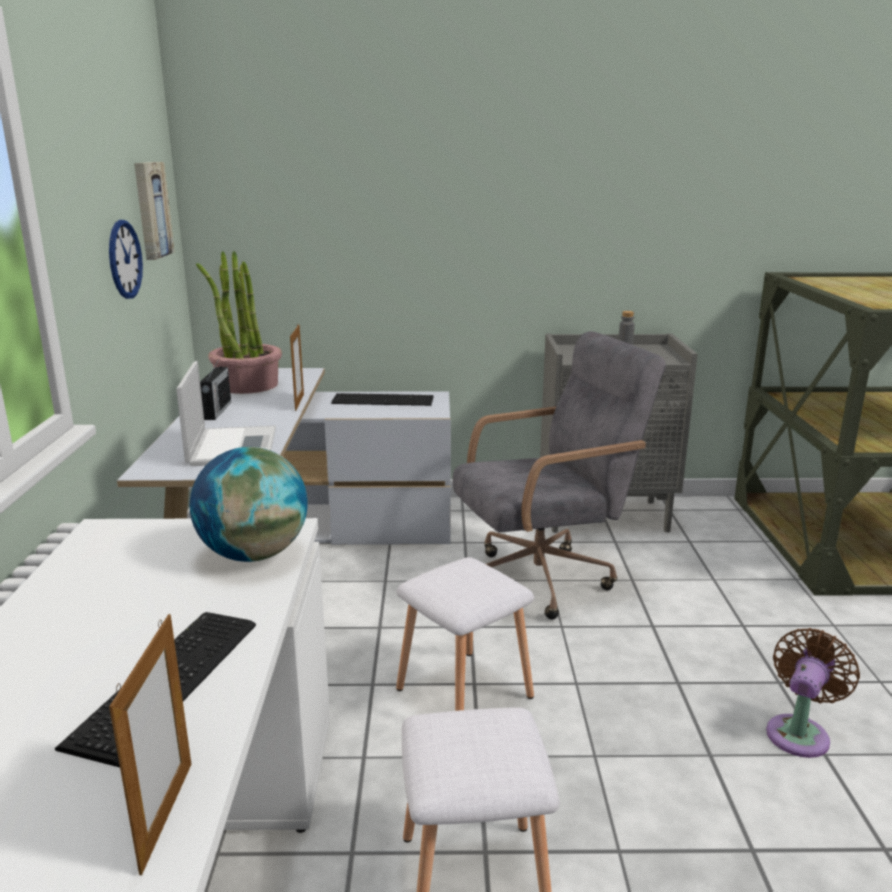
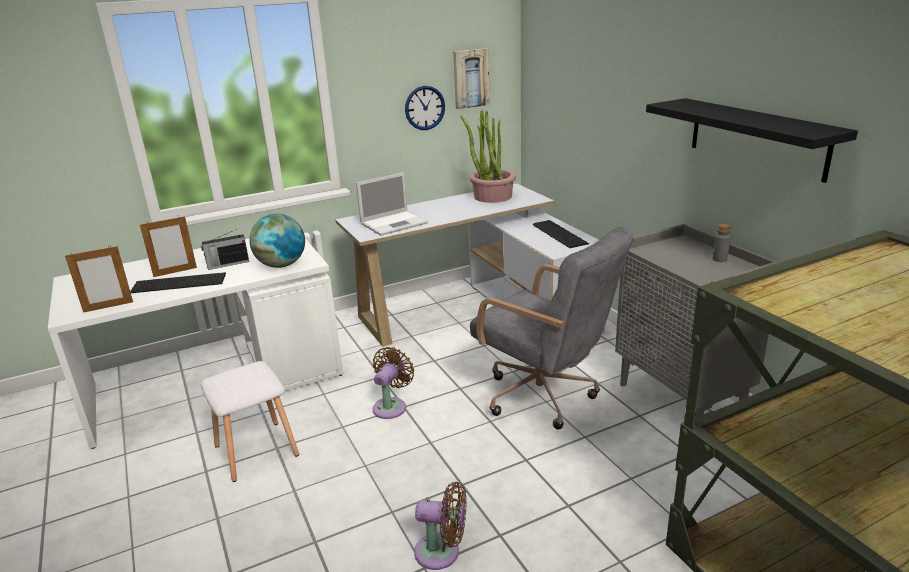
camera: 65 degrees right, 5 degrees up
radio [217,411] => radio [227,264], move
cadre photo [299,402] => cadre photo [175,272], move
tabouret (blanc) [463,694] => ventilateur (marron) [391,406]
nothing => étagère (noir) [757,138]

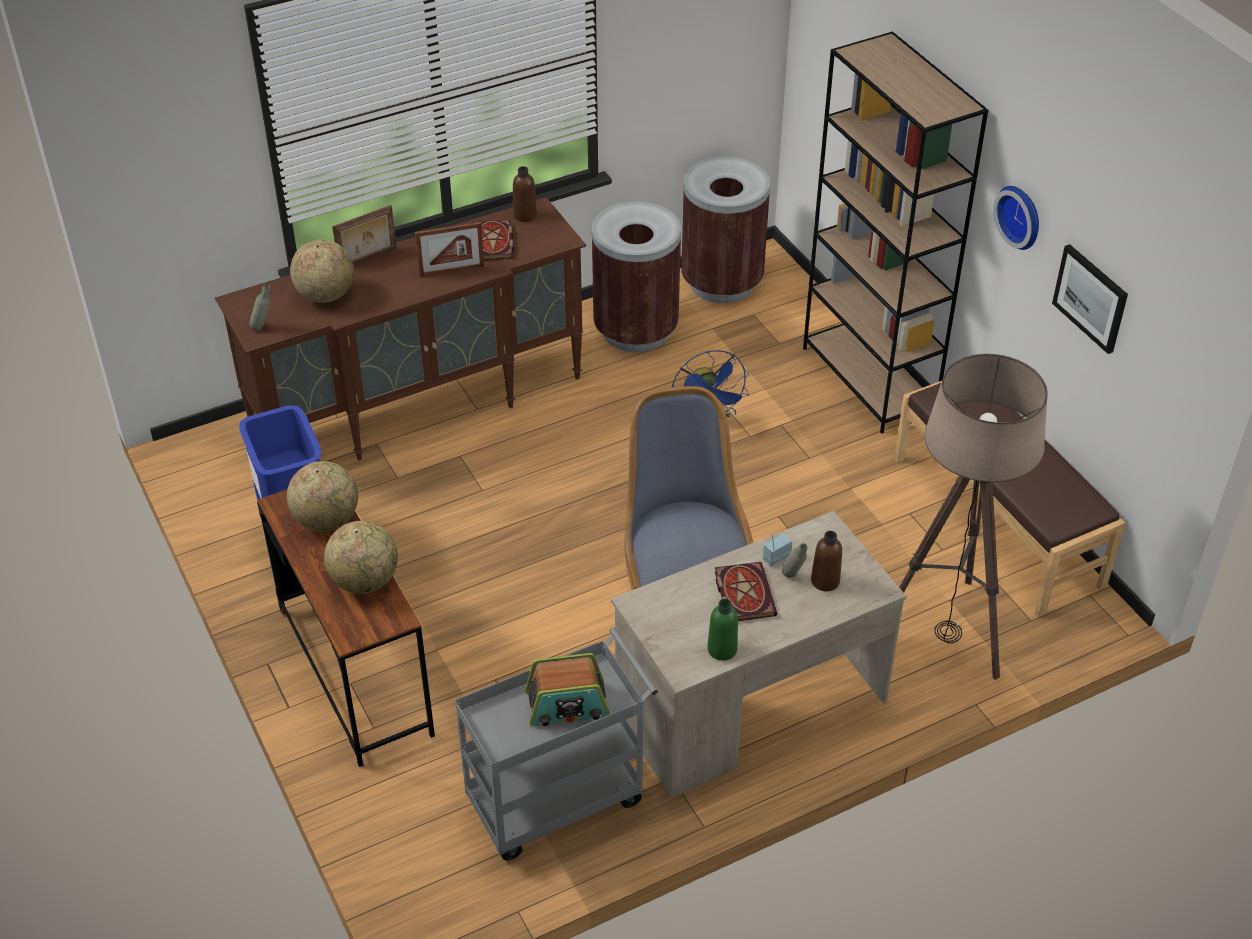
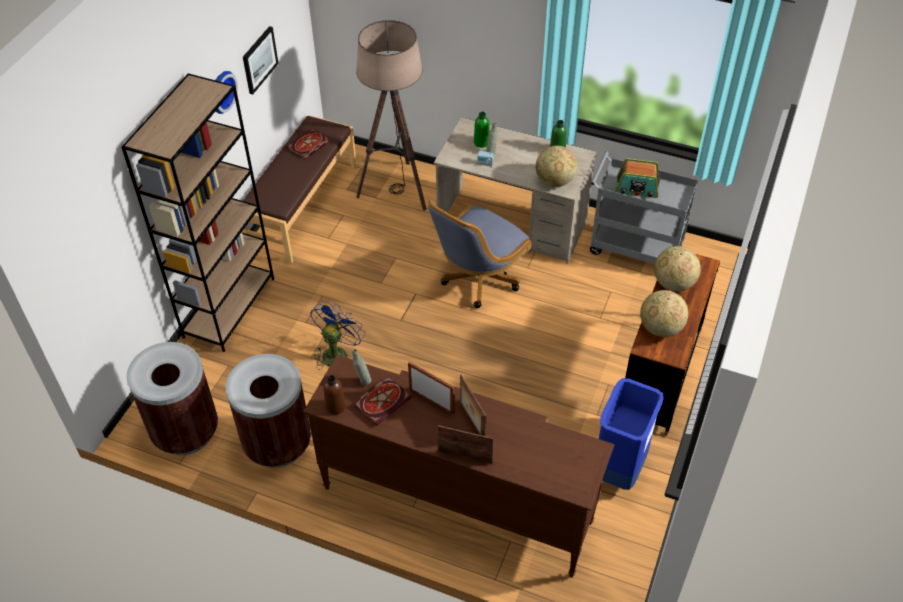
camera: 130 degrees left, 5 degrees up
bouteille (gris) [263,327] => bouteille (gris) [362,380], move
globe [325,295] => globe [554,181], move
radio [567,705] => radio [637,188], 150 degrees clockwise
livre [743,593] => livre [308,146], move
bouteille (marron) [825,581] => bouteille (vert) [481,142]
nothing => cadre photo [471,420]

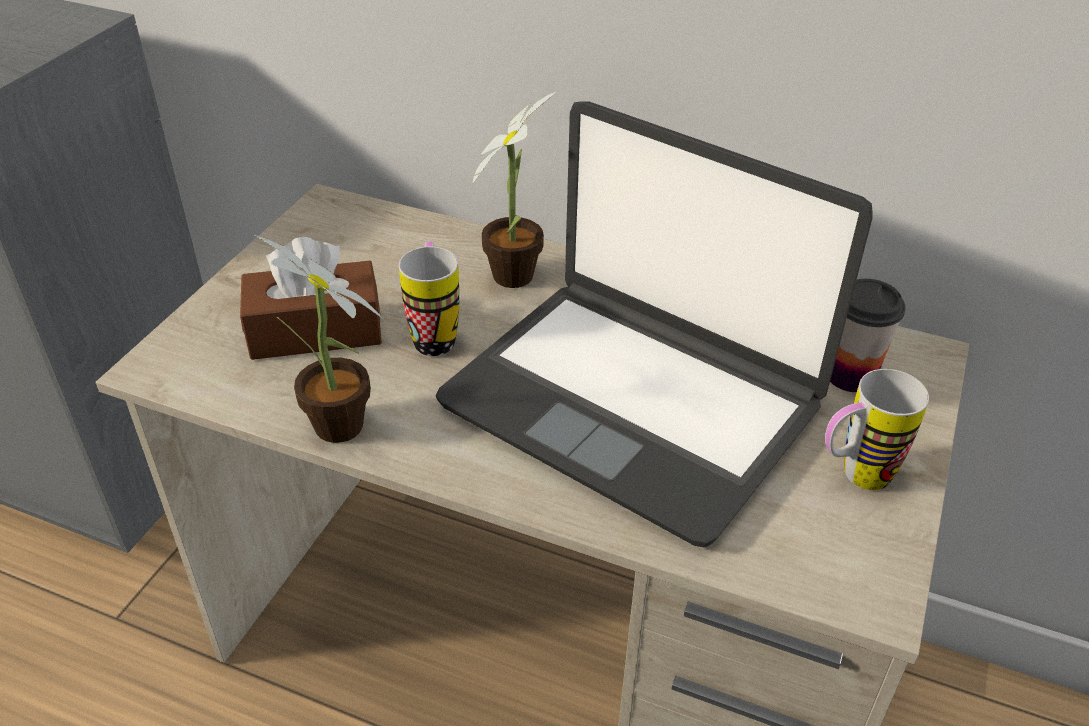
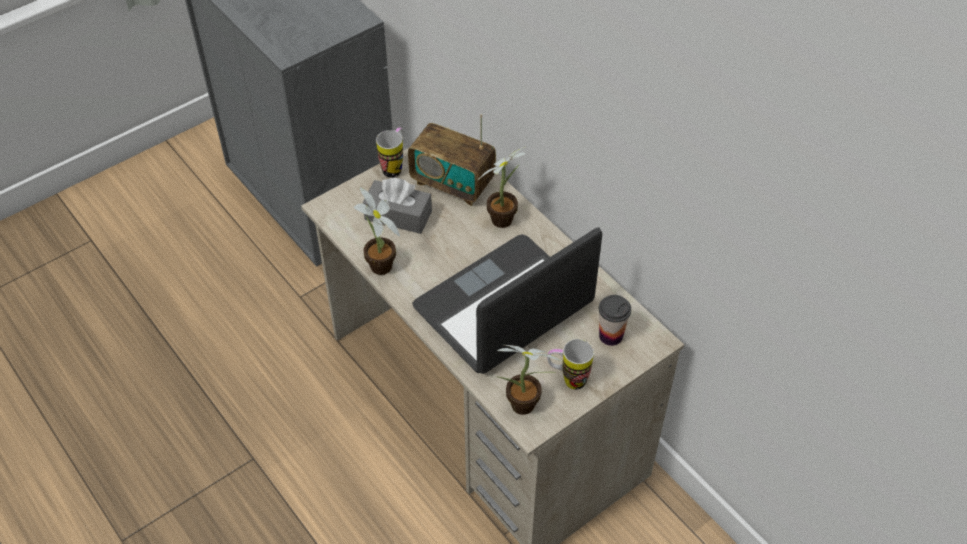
camera: 30 degrees right, 10 degrees up
boîte à mouchoirs (marron) [315,331] => boîte à mouchoirs (gris) [398,215]
mug [434,334] => mug [395,167], move
ordinateur portable [632,403] => ordinateur portable [504,307], 75 degrees clockwise
nothing => radio [452,183]
nothing => plante en pot [527,406]

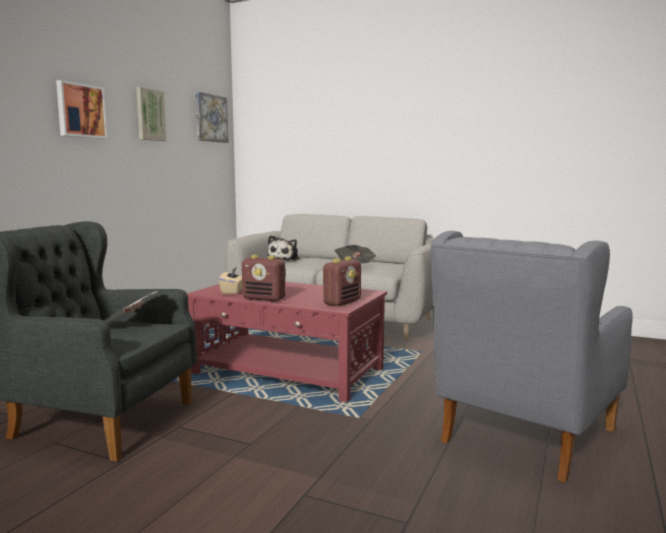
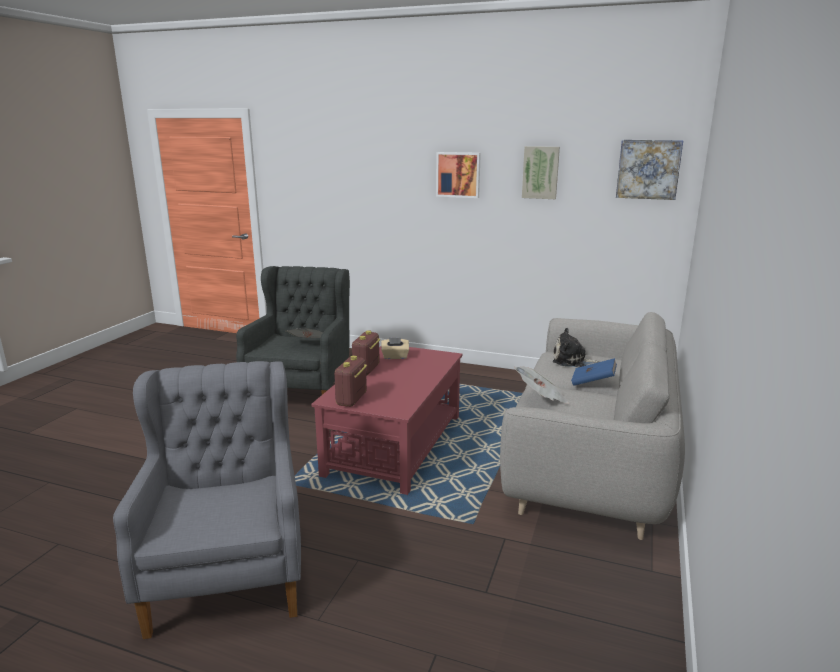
camera: 85 degrees right, 10 degrees up
radio [342,302] => radio [351,399], 75 degrees clockwise
fauteuil (gris) [523,435] => fauteuil (gris) [229,574], 45 degrees clockwise
nothing => livre (bleu) [593,382]

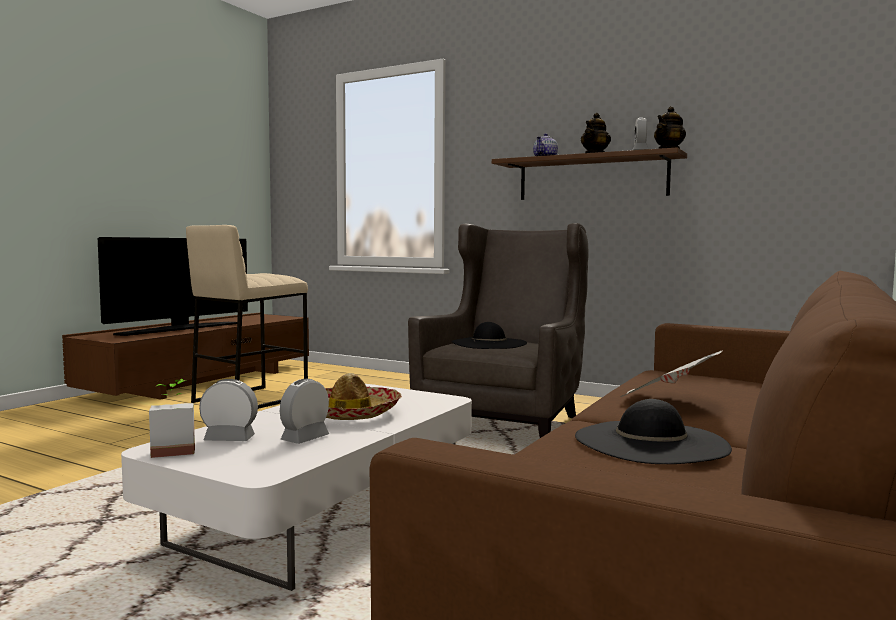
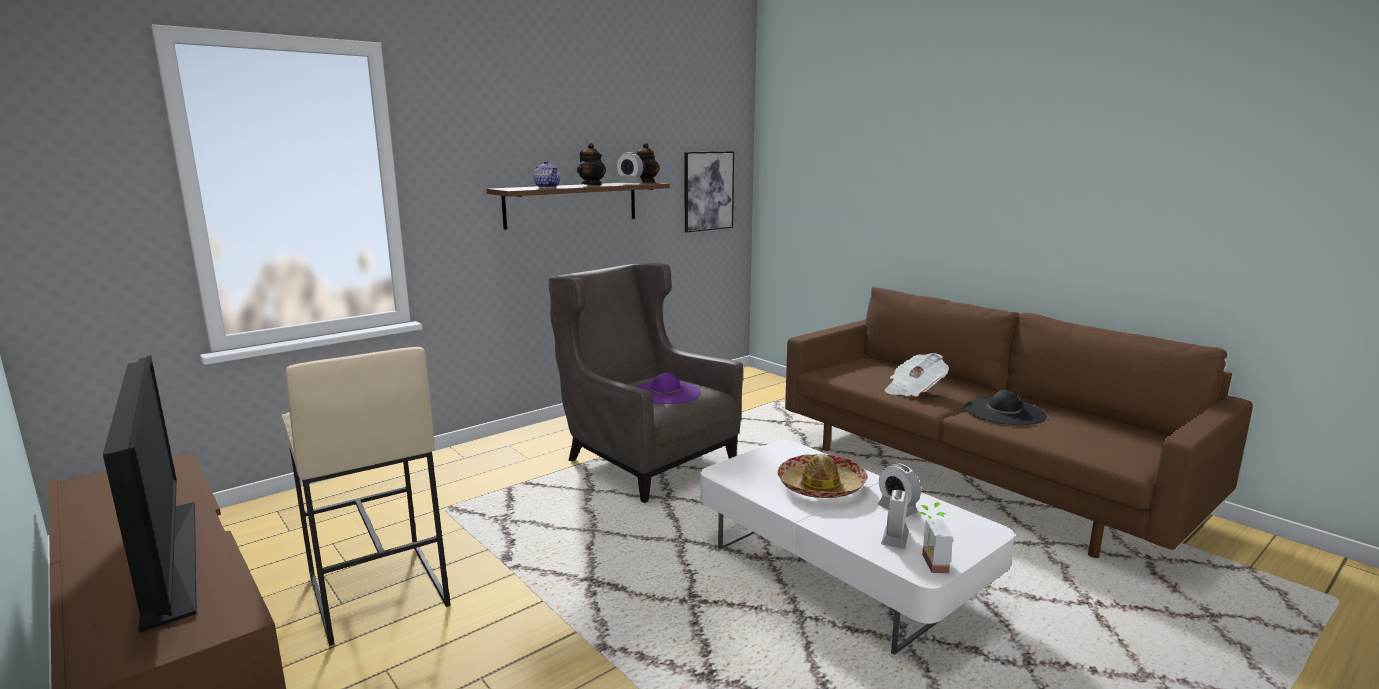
camera: 70 degrees left, 10 degrees up
chapeau (noir) [489,343] => chapeau (violet) [665,393]
nothing => tableau [708,191]

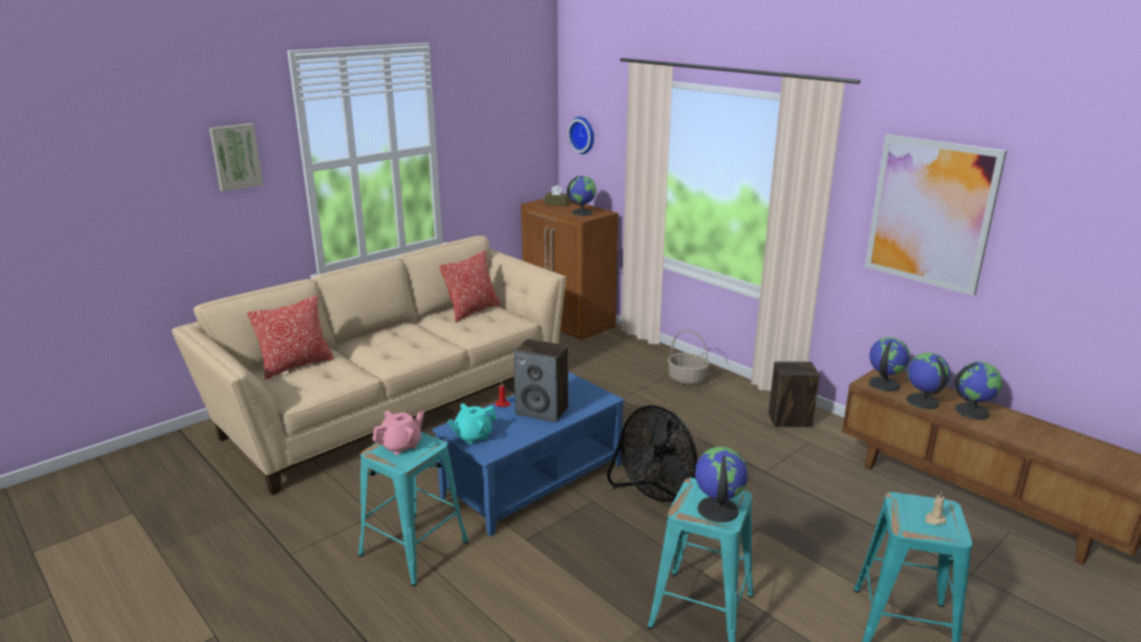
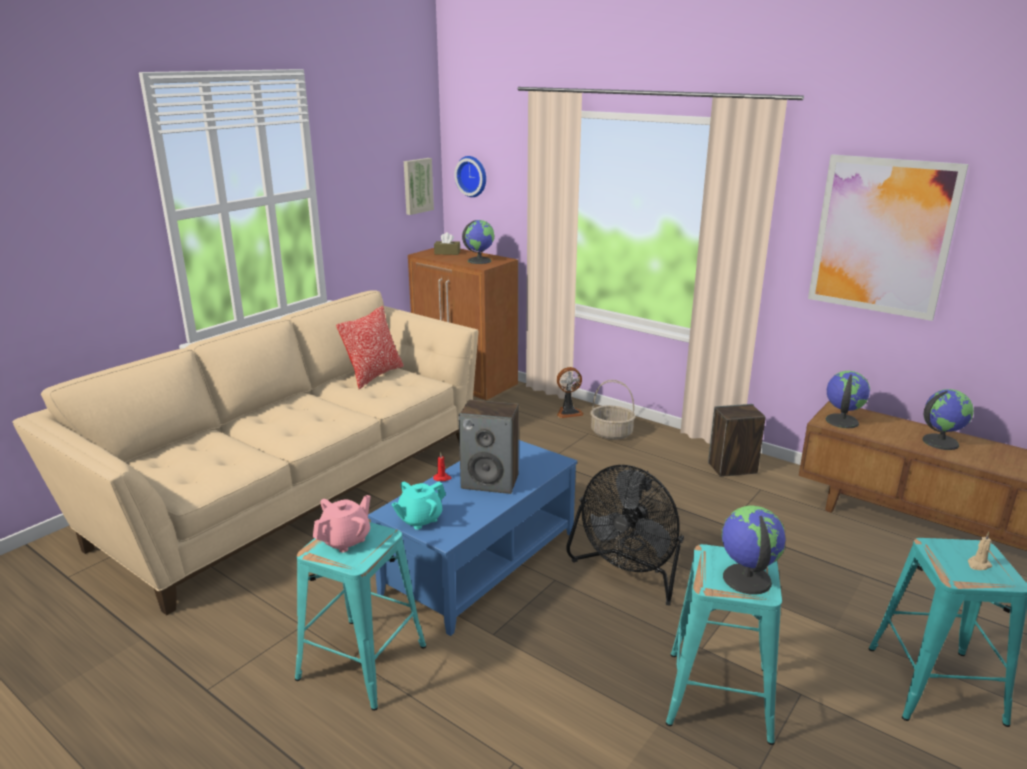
camera: 10 degrees left, 0 degrees up
tableau [235,156] => tableau [417,186], move
coussin [296,366] => nothing
globe [922,401] => nothing
nothing => ventilateur [568,412]

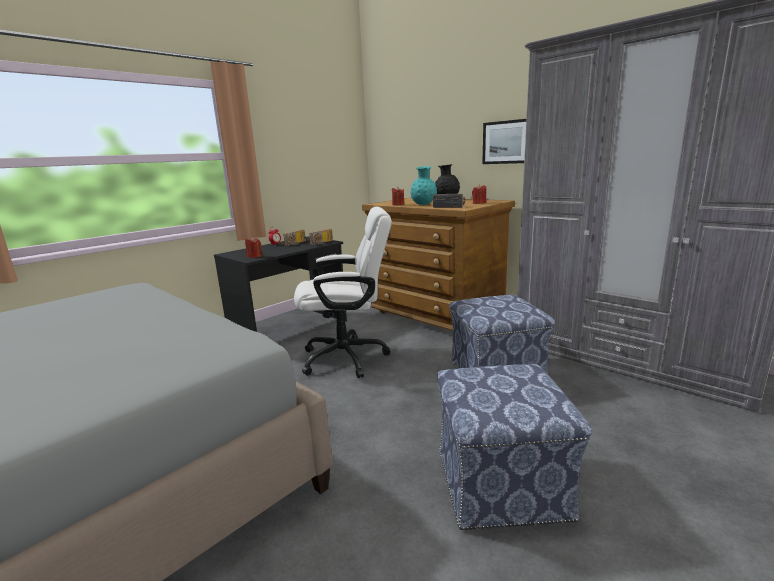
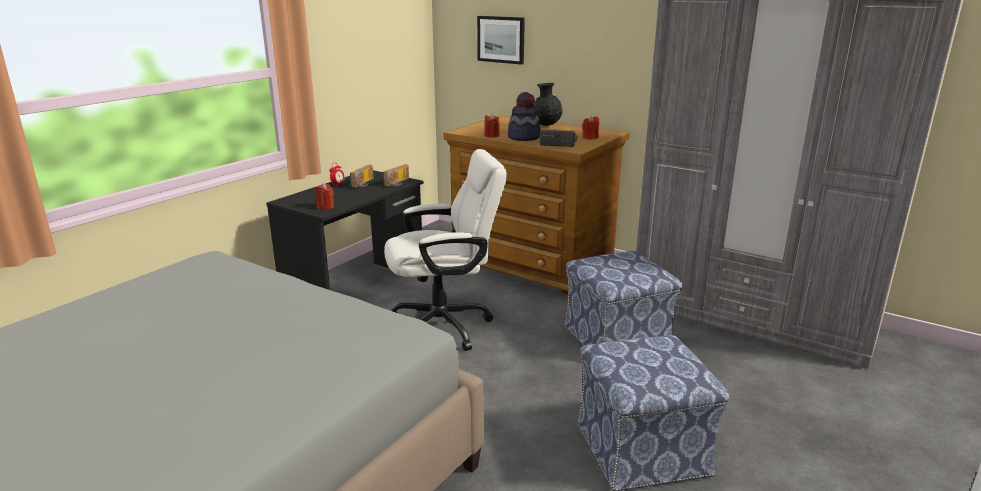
camera: 10 degrees left, 5 degrees up
vase (turquoise) [423,204] => chapeau [524,137]
tableau [506,142] => tableau [501,39], move

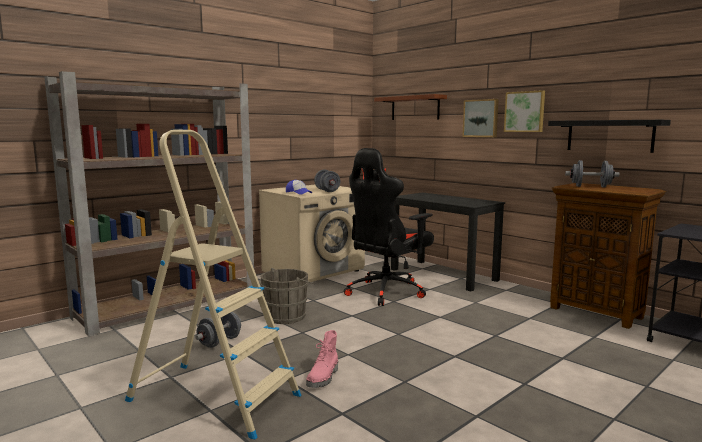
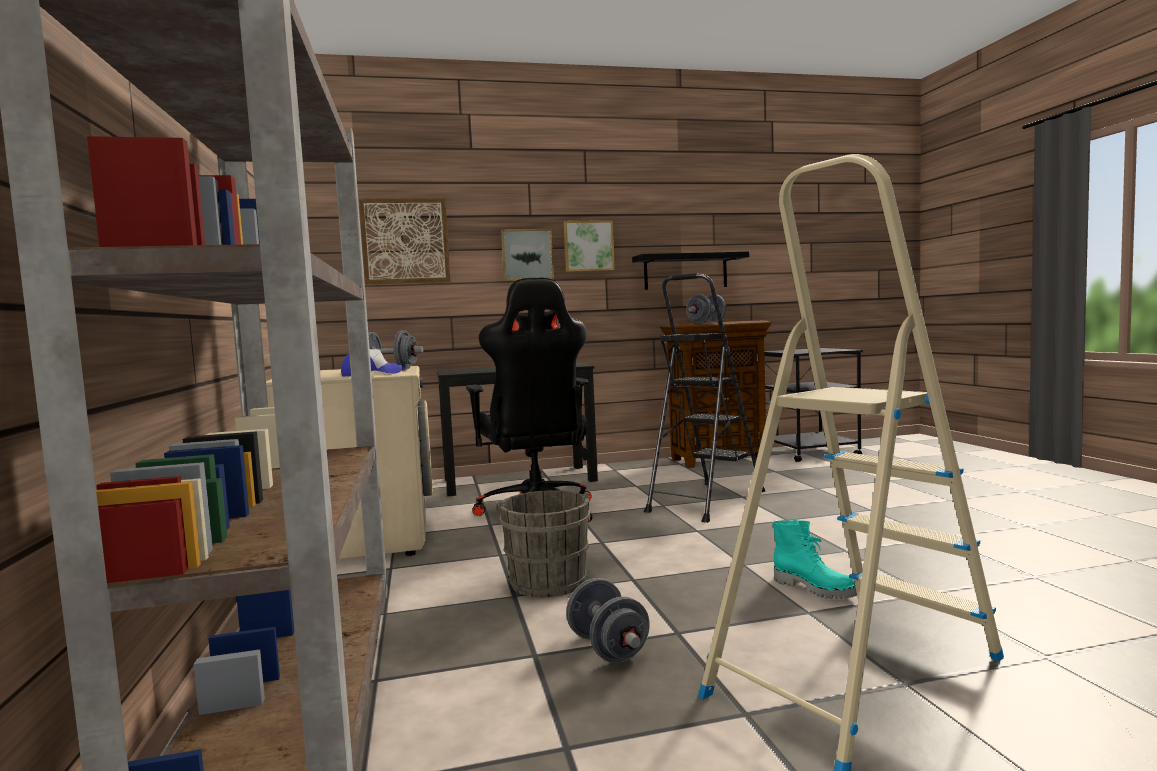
camera: 60 degrees left, 5 degrees down
botte (rose) [324,378] => botte (turquoise) [815,588]
étagère (marron) [415,108] => tableau [405,240]
nothing => escabeau [705,501]

